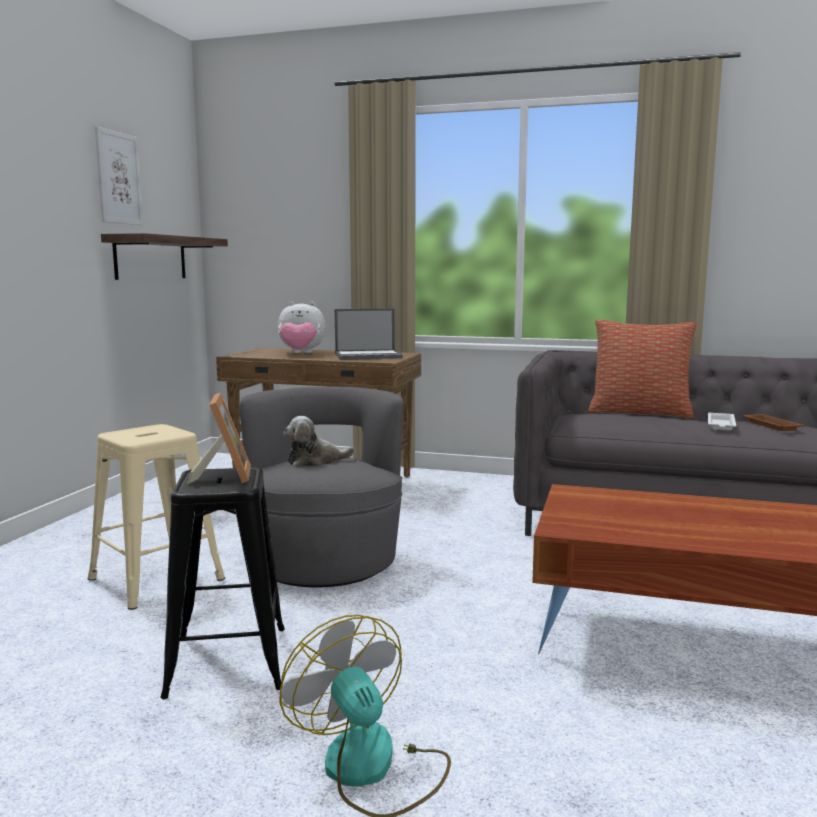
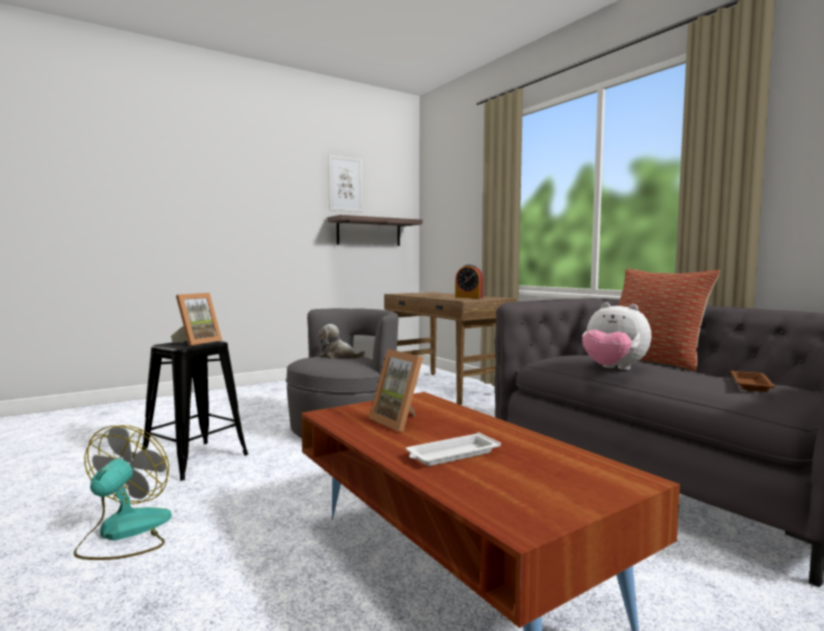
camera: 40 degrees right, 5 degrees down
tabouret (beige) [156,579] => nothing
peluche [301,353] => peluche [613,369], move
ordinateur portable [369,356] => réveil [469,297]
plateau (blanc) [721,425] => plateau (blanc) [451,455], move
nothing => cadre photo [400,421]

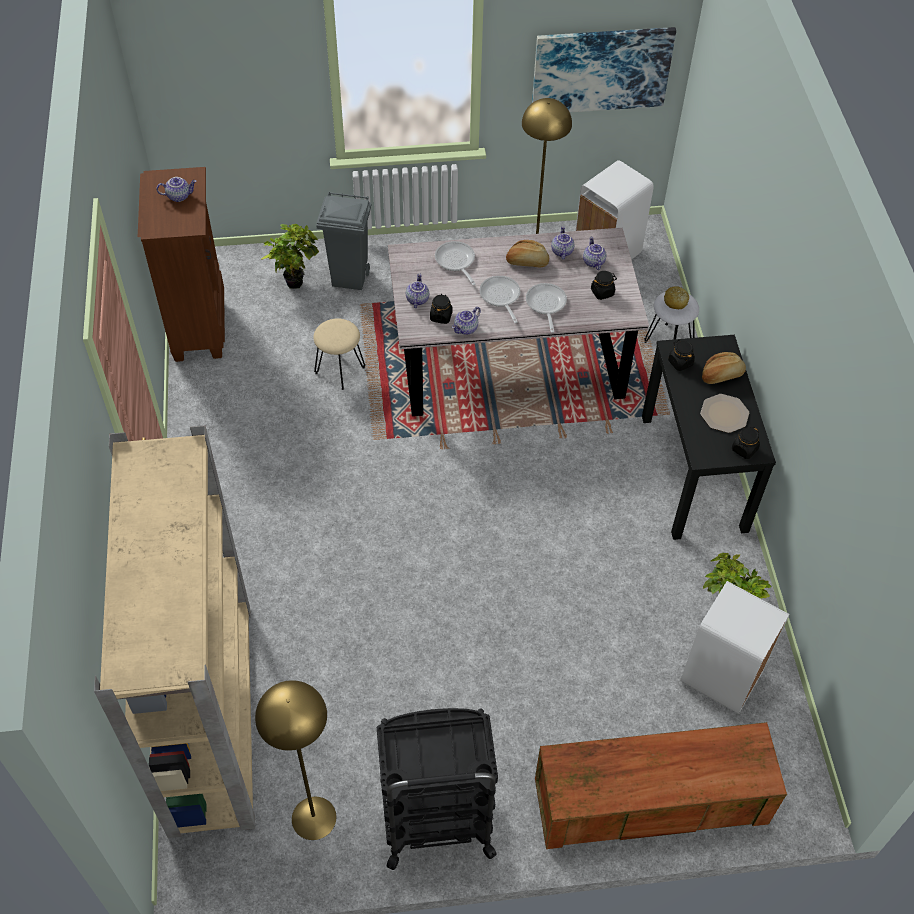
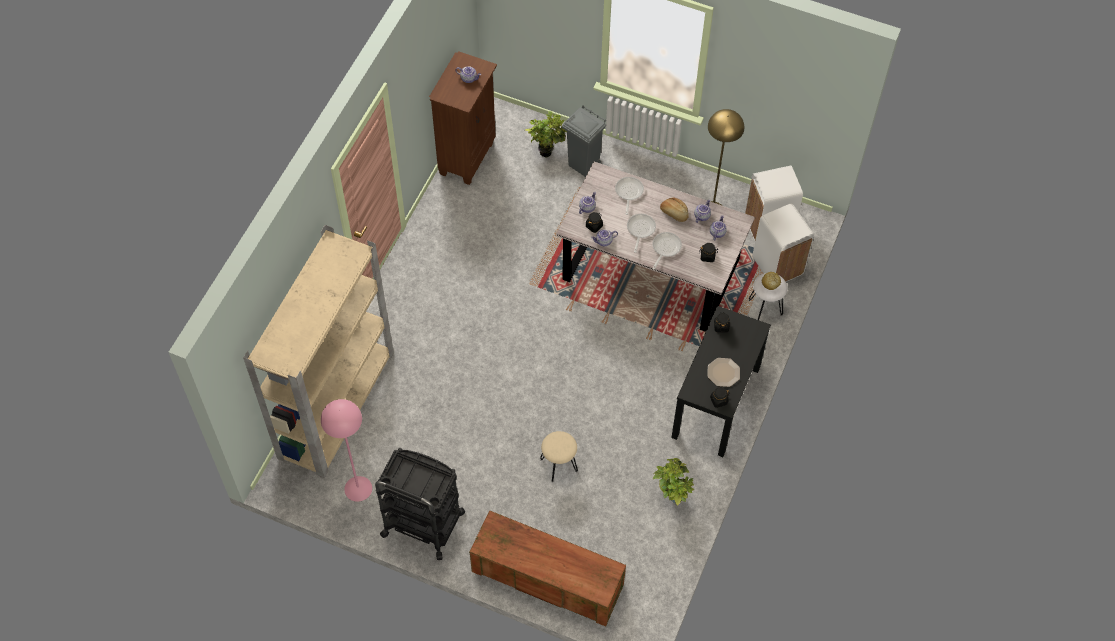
camera: 30 degrees right, 5 degrees up
lampadaire (jaune) [313,817] => lampadaire (rose) [358,488]
tabouret (beige) [339,370] => tabouret (beige) [558,464], move
tableau [601,69] => nothing
poubelle (blanc) [721,677] => poubelle (blanc) [777,266], move
pain [722,375] => nothing

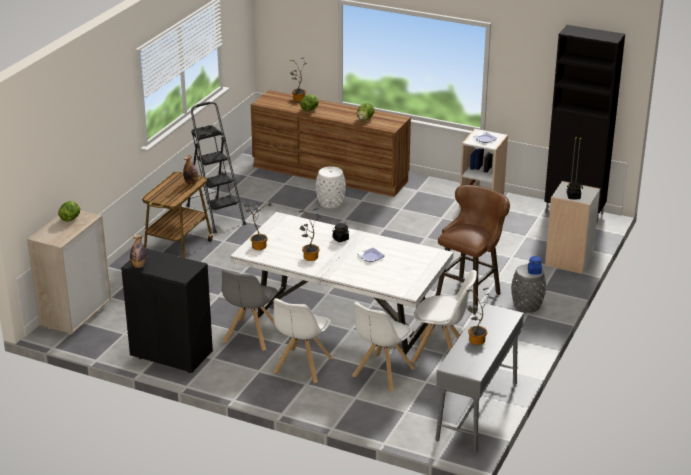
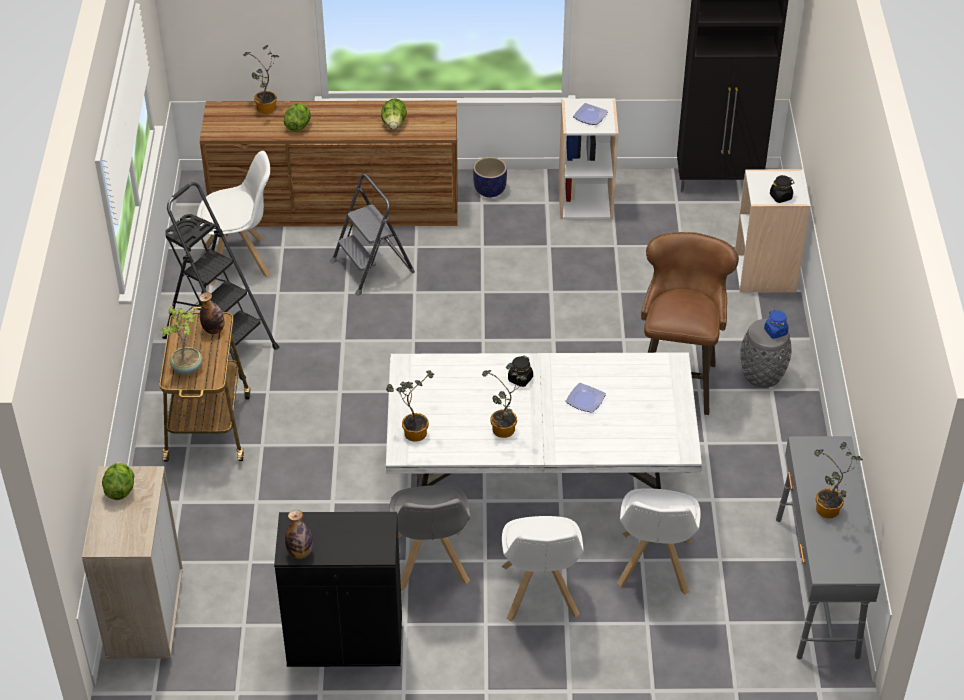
camera: 25 degrees left, 15 degrees up
tabouret (blanc) [330,203] => escabeau (gris) [375,266]
chaise (blanc) [441,353] => chaise (blanc) [240,260], move
nothing => plante en pot [188,367]
nothing => cache-pot [490,190]

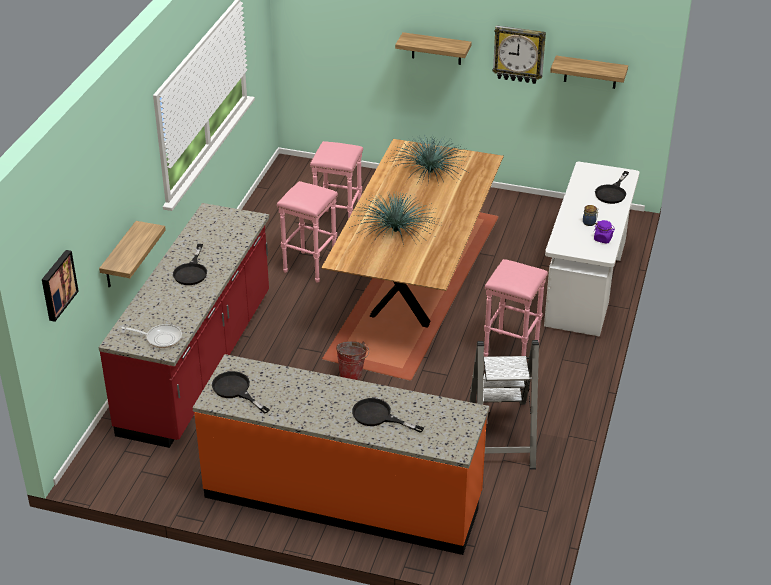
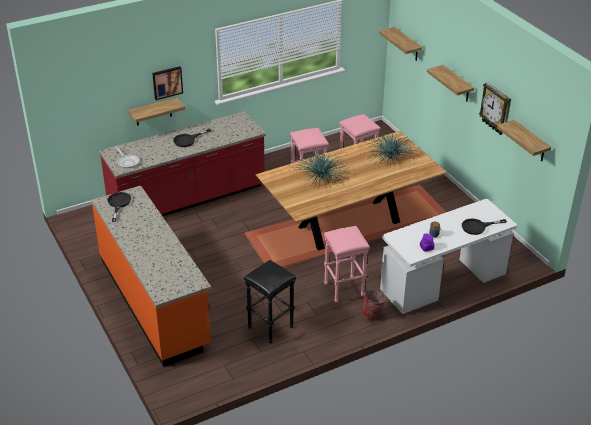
camera: 45 degrees right, 0 degrees up
tableau [57,285] => tableau [167,82], move
seau [353,374] => seau [373,314], move
poêle (noir) [378,416] => nothing
escabeau (gris) [501,436] => tabouret (noir) [269,327]
nothing => étagère [407,45]

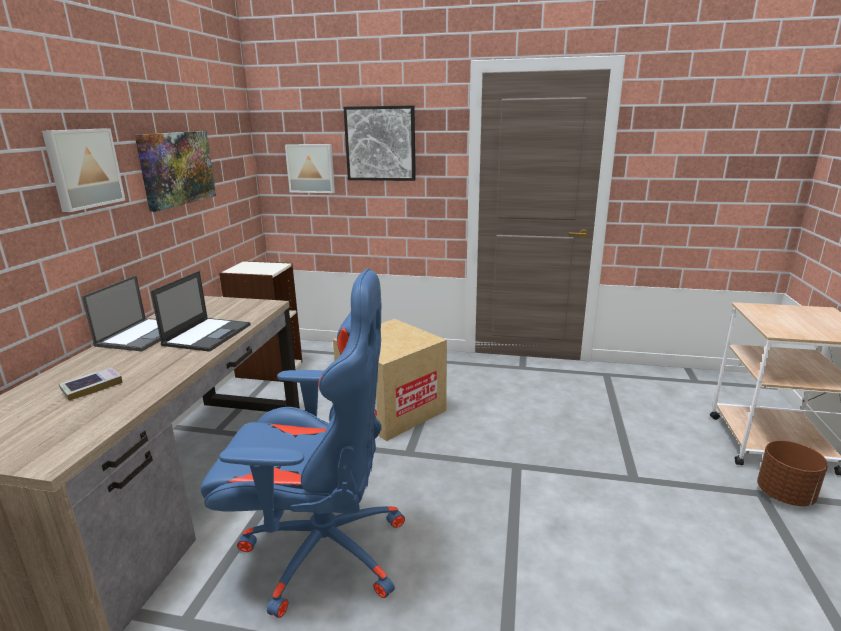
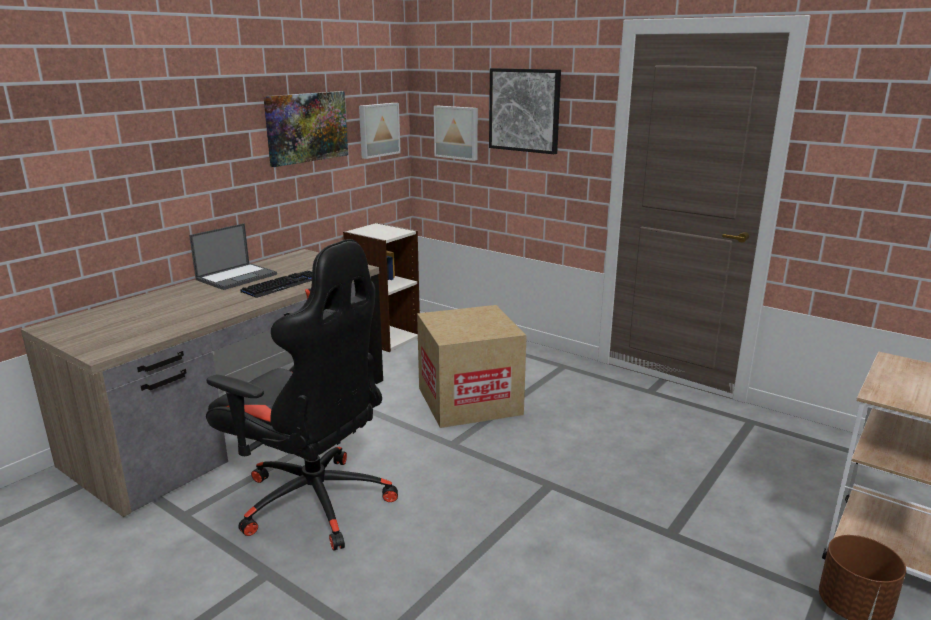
camera: 25 degrees right, 0 degrees up
tableau [83,168] => tableau [378,130], move
livre [92,387] => nothing
ordinateur portable [208,334] => clavier [283,285]
chaise de bureau (bleu) [313,551] => chaise de bureau (noir) [306,498]

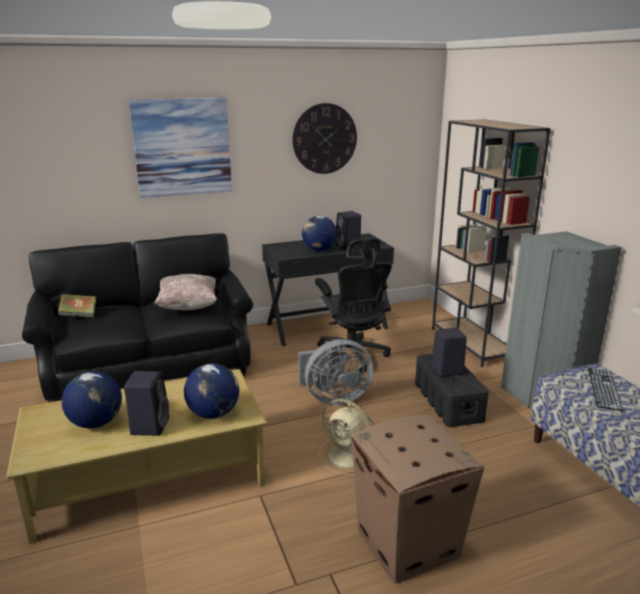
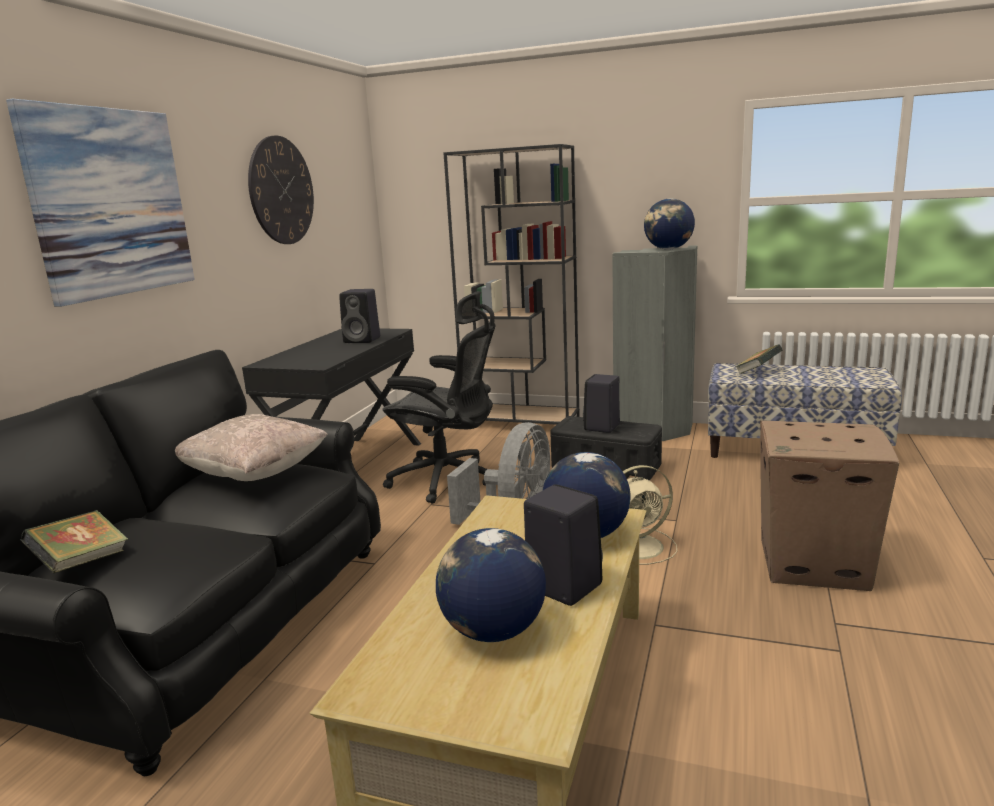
camera: 50 degrees left, 5 degrees down
globe [319,250] => globe [668,249], move
clavier [604,388] => livre [757,372]

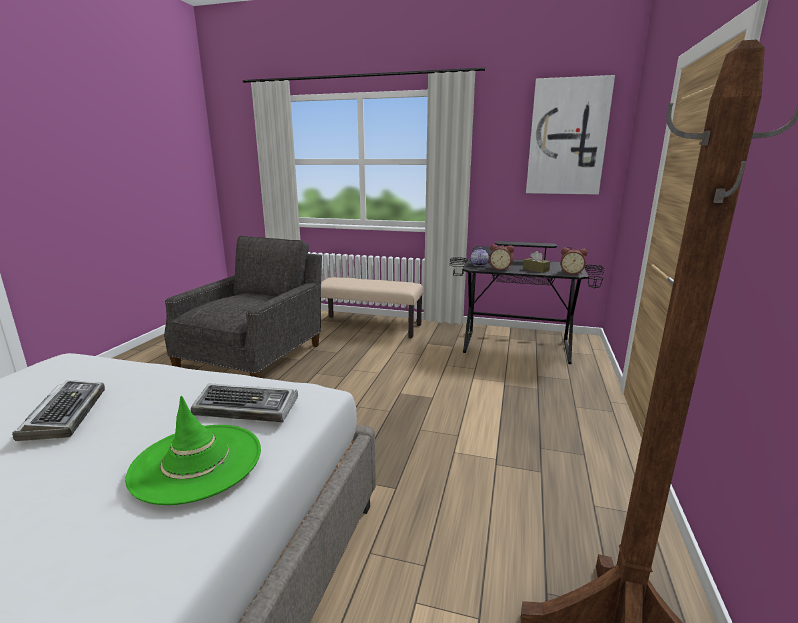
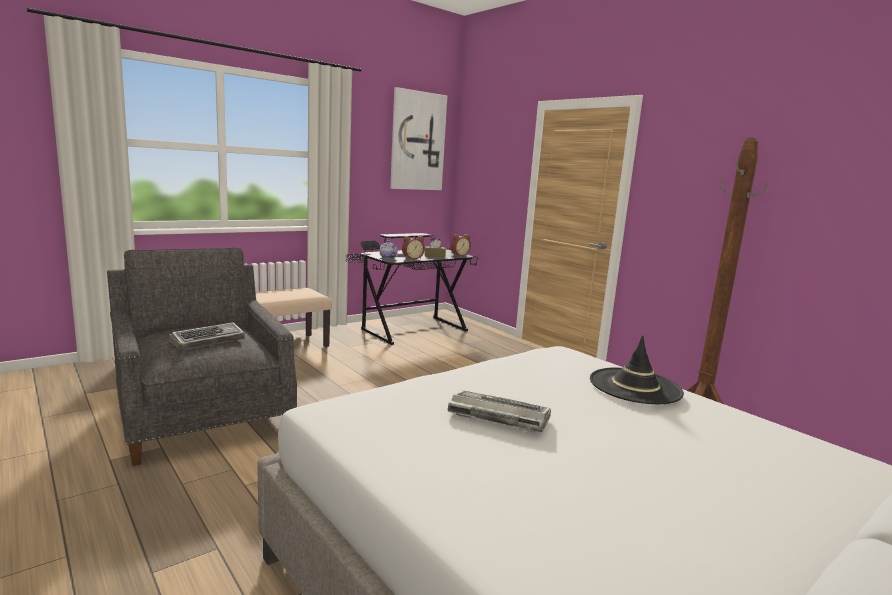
camera: 55 degrees left, 5 degrees down
chapeau (vert) [197,462] => chapeau (noir) [635,386]
clavier [248,408] => clavier [208,341], move

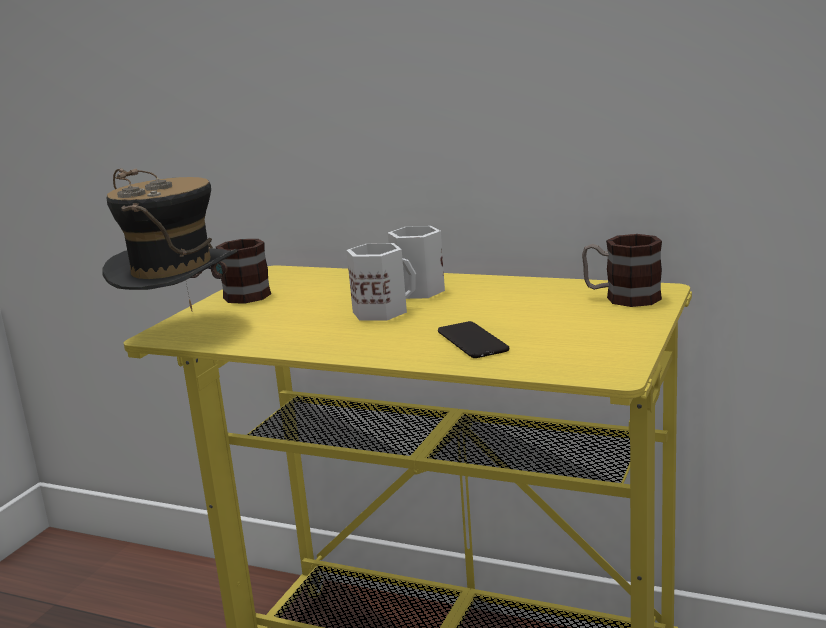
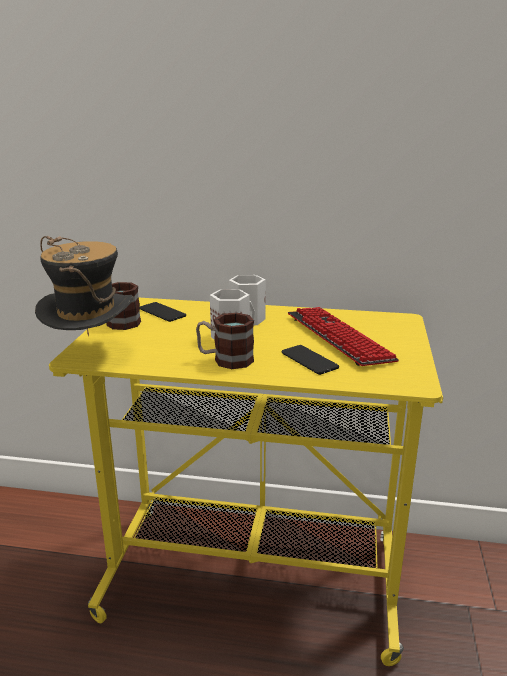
camera: 15 degrees left, 5 degrees up
mug [621,298] => mug [225,360], move
nothing => téléphone [162,312]
nothing => clavier [338,338]

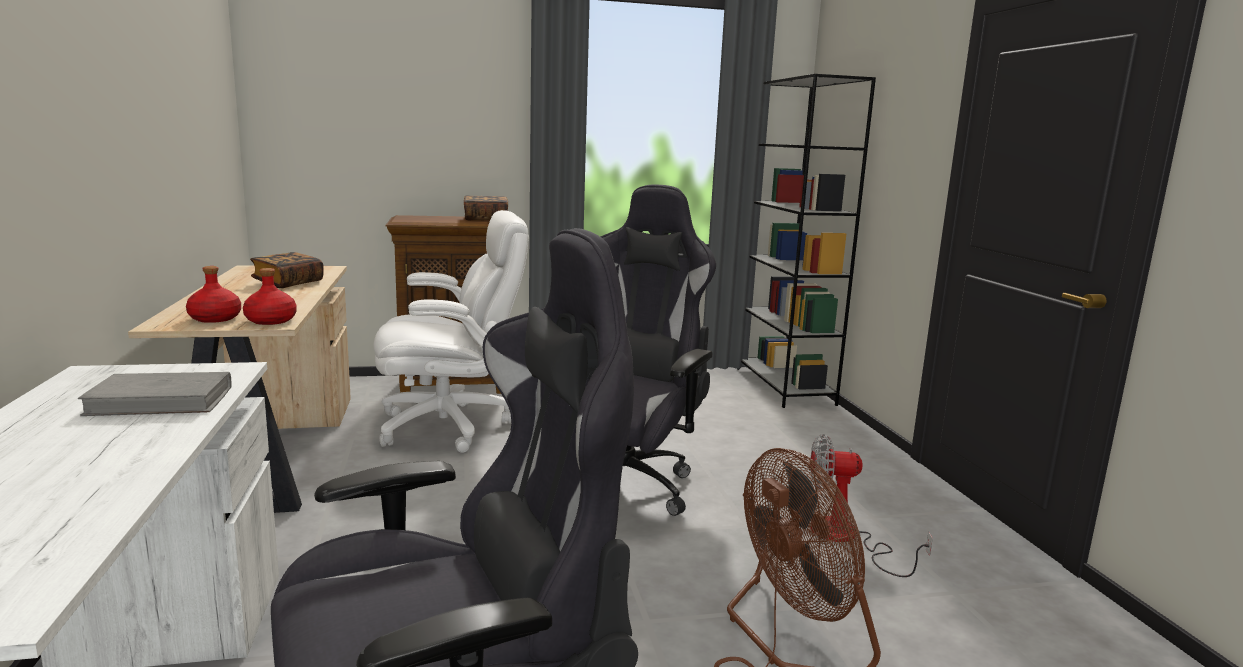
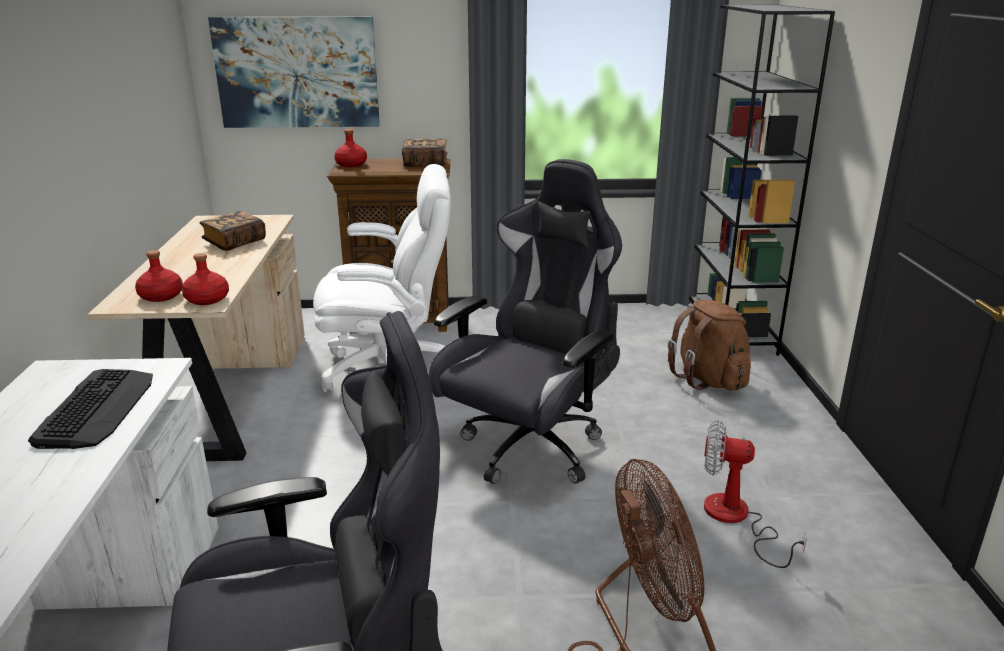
camera: 10 degrees right, 10 degrees up
livre (gris) [162,401] => clavier [97,408]
nothing => tableau [297,72]
nothing => bouteille (rouge) [351,164]
nothing => sac à dos (marron) [708,380]

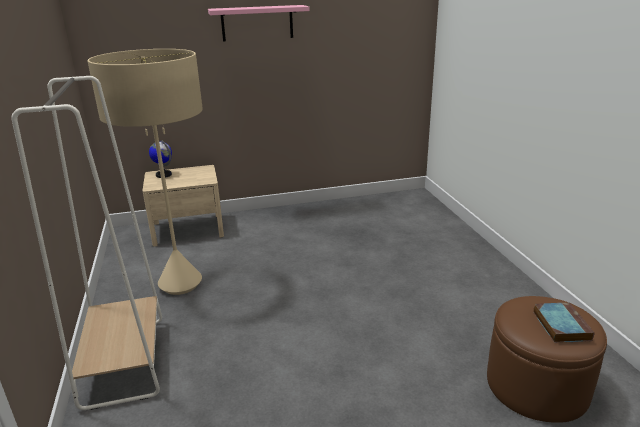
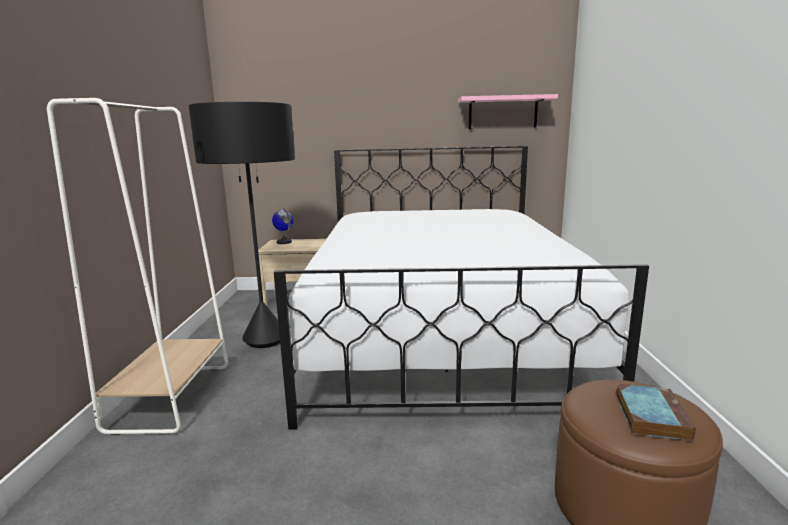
camera: 15 degrees right, 10 degrees down
lampadaire (beige) [180,285] => lampadaire (noir) [265,340]
étagère (rose) [257,23] => étagère (rose) [503,112], move
nothing => lit (blanc) [439,335]

